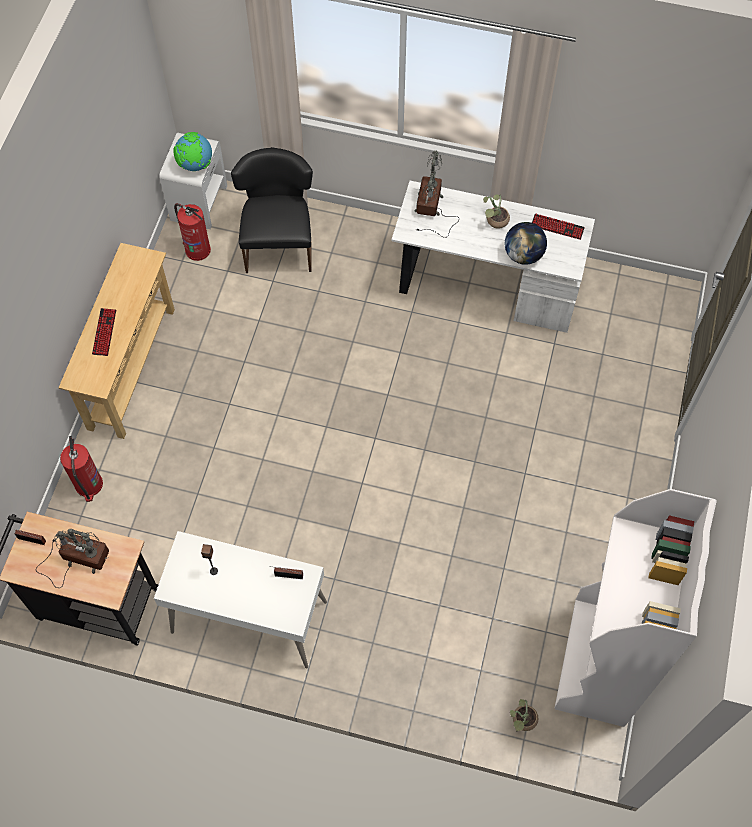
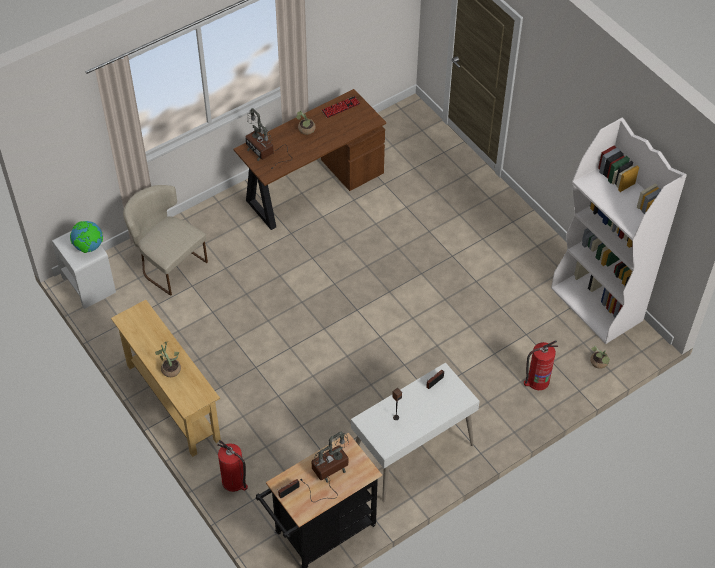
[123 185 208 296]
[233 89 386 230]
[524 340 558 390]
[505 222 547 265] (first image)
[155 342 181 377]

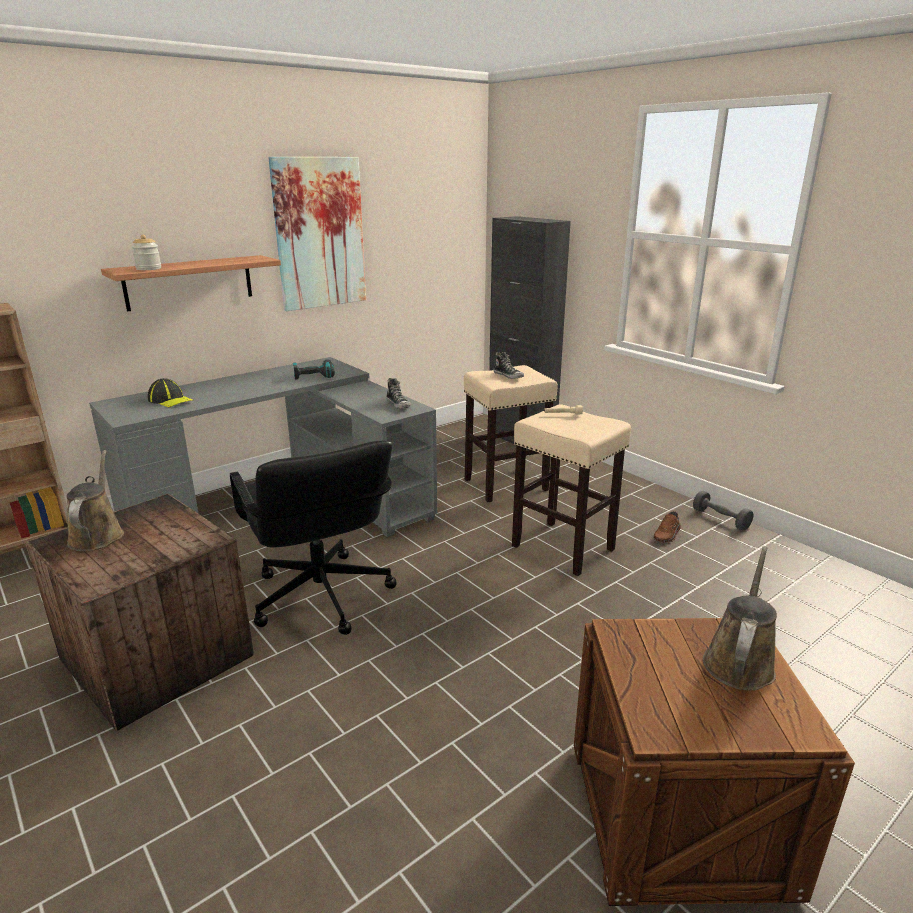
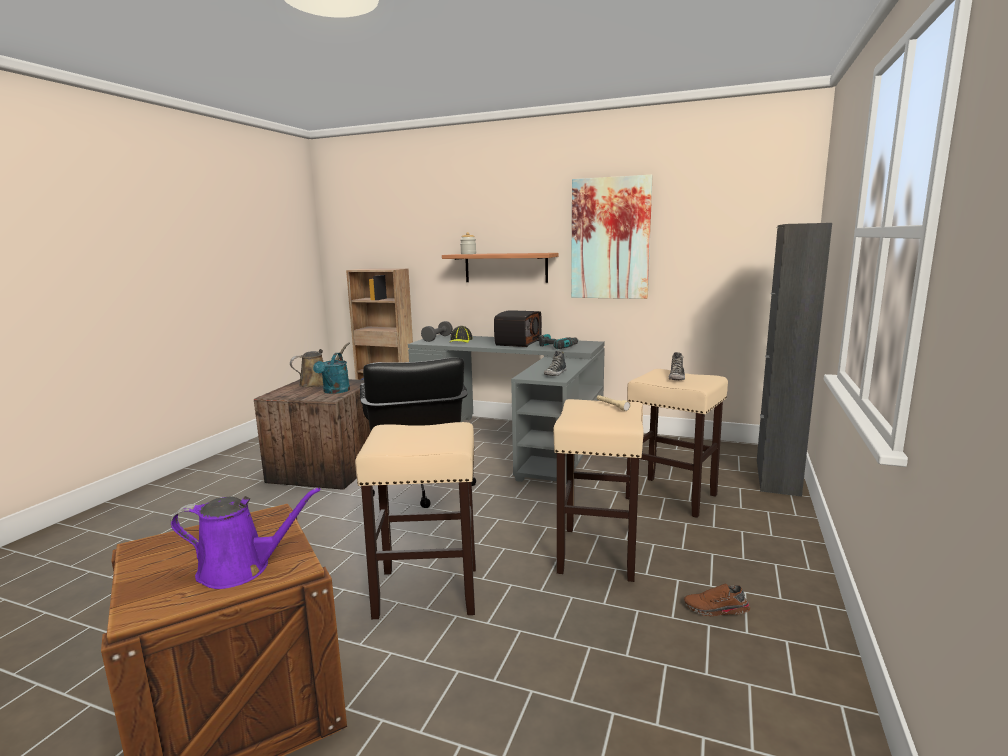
[360 357 476 508]
[421 321 453 342]
[170 488 321 589]
[494 310 542 347]
[313 353 350 394]
[355 422 476 619]

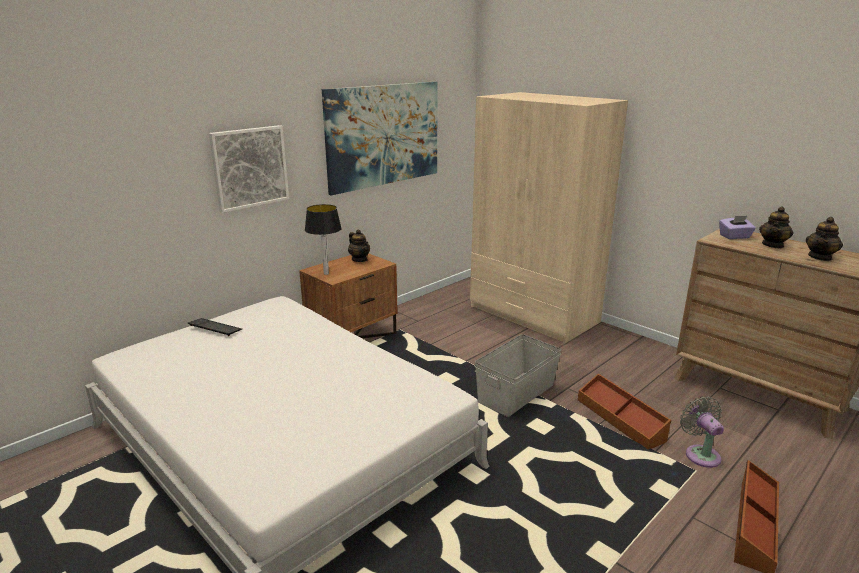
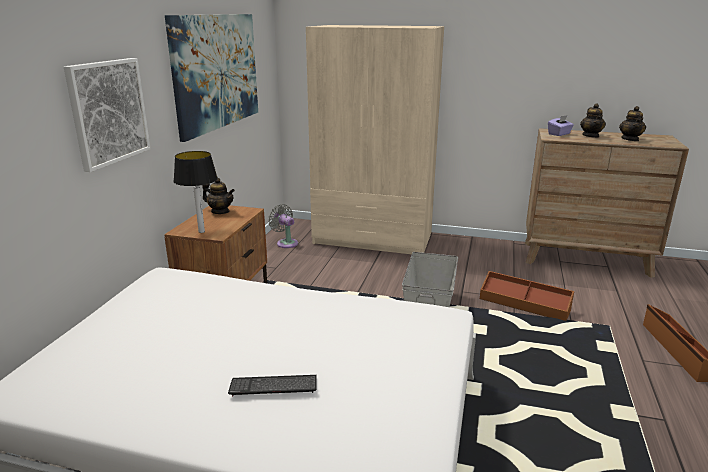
[228 375 316 396]
[268 204 298 248]

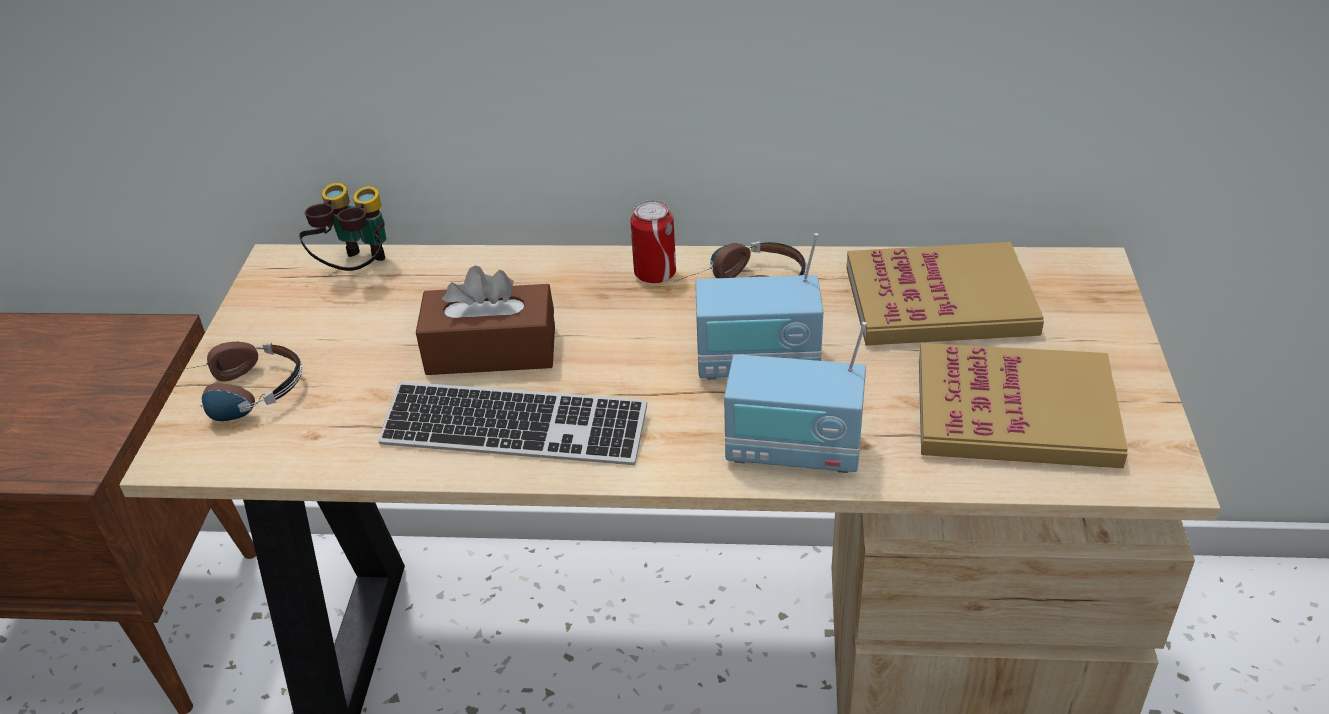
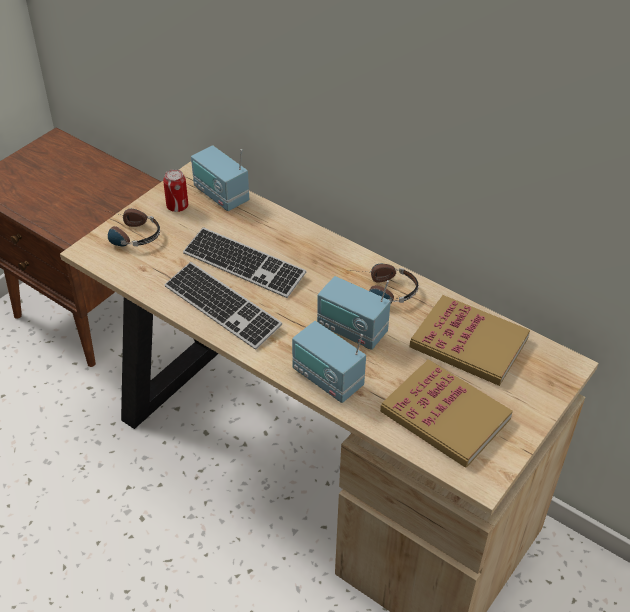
[191 146 249 211]
[163 169 188 212]
[183 227 306 298]

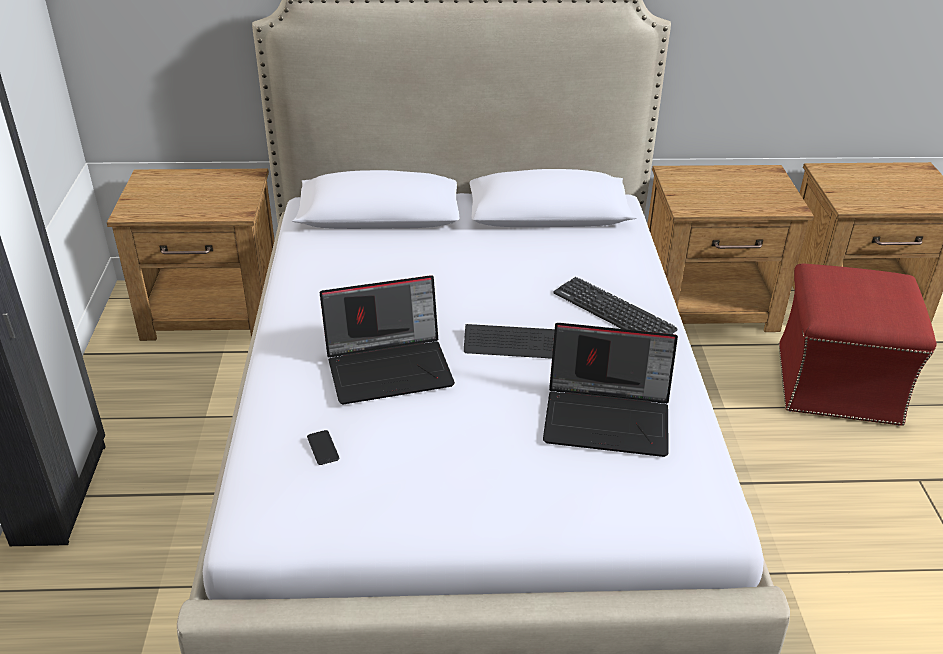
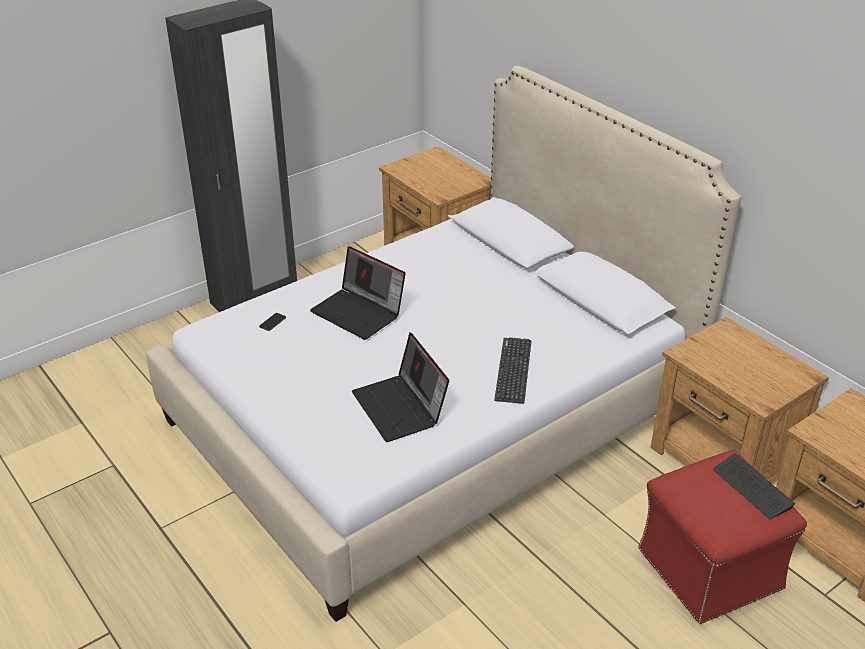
[713 454 795 519]

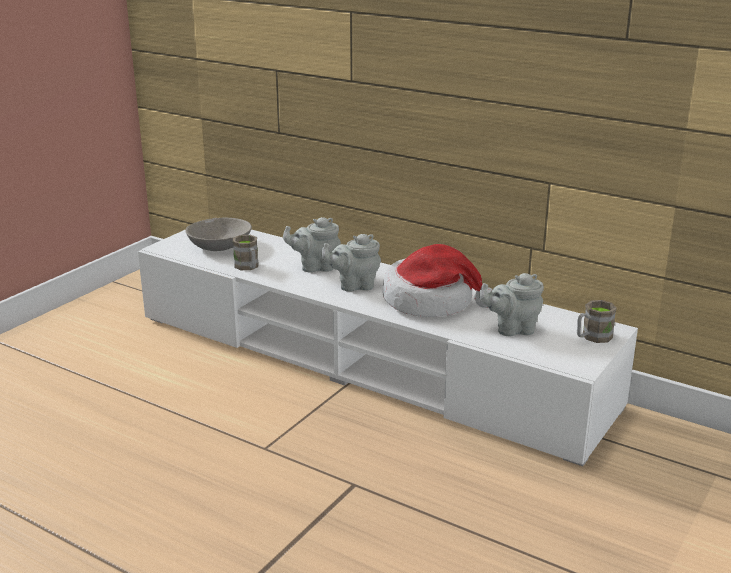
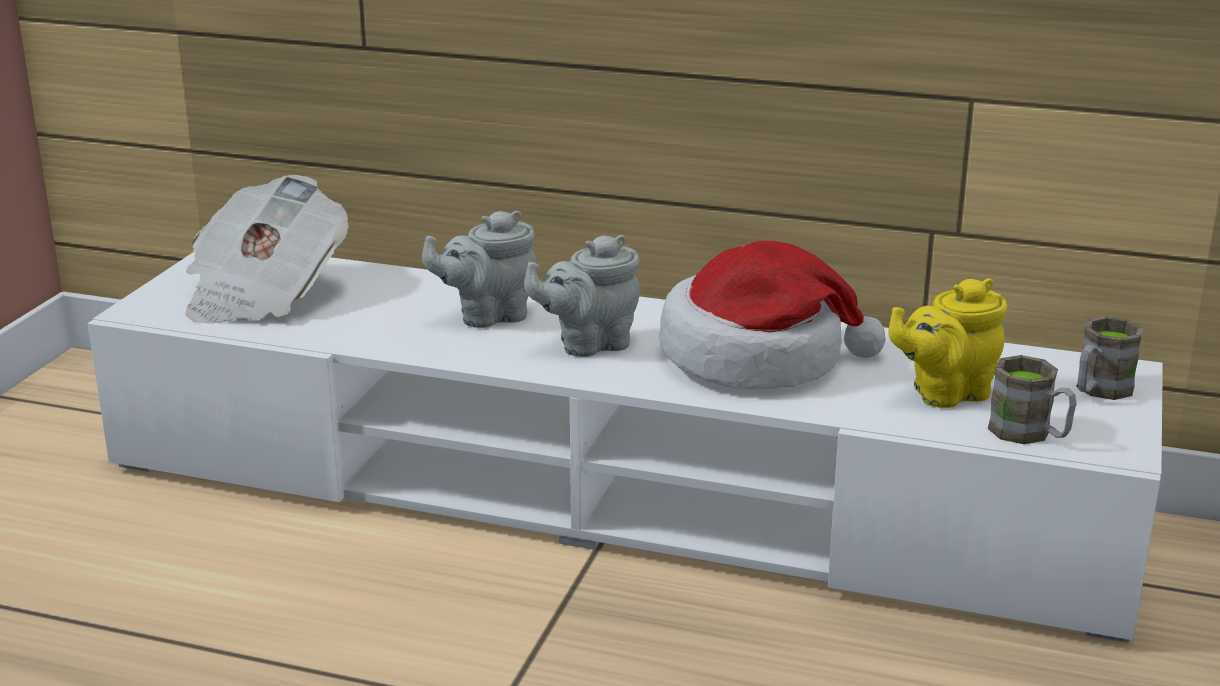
[185 175 349 324]
[988 355 1077 444]
[888 278 1007 408]

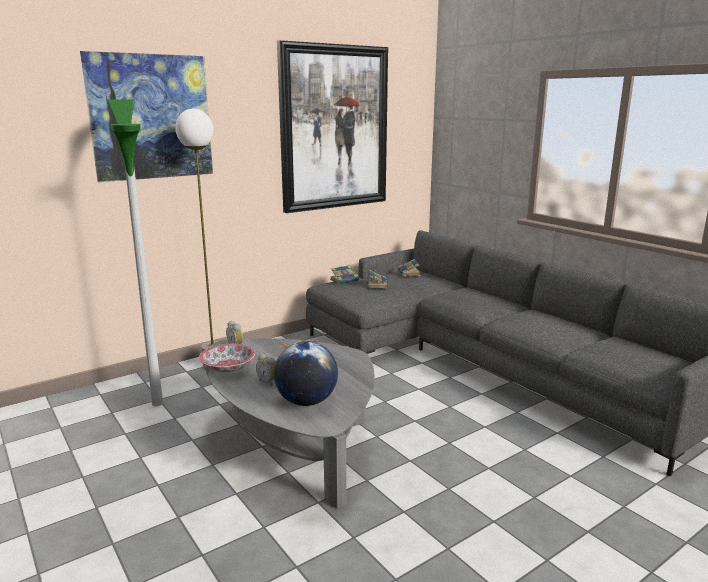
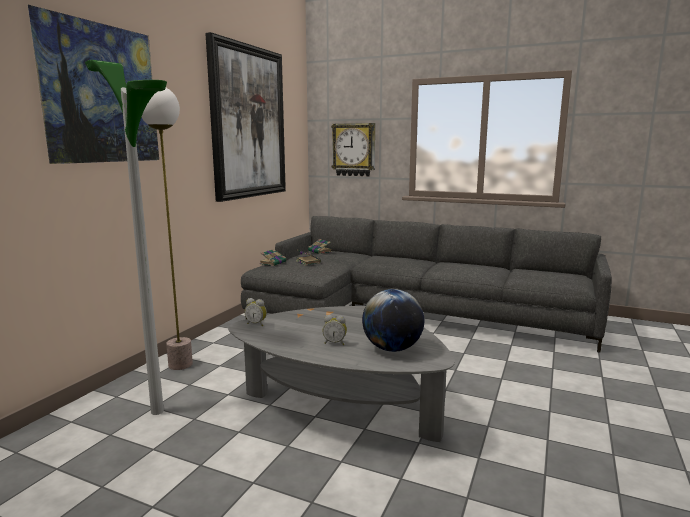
[199 344 255 372] (first image)
[331 123 375 176]

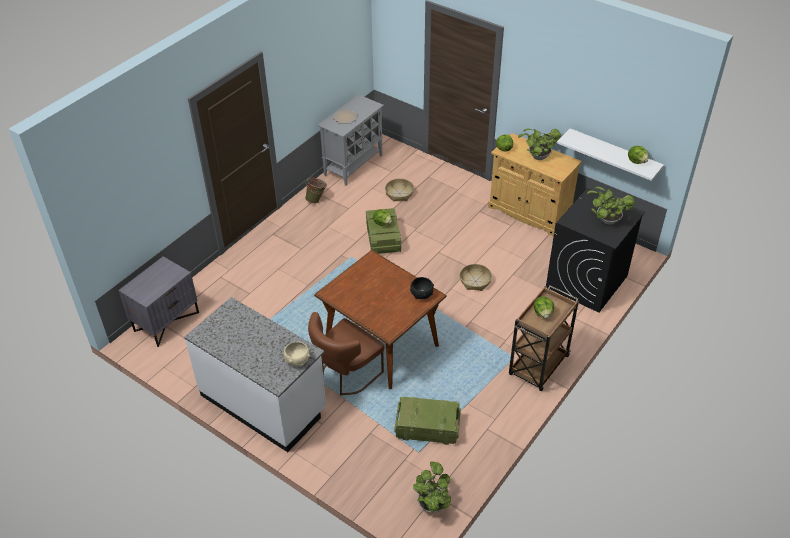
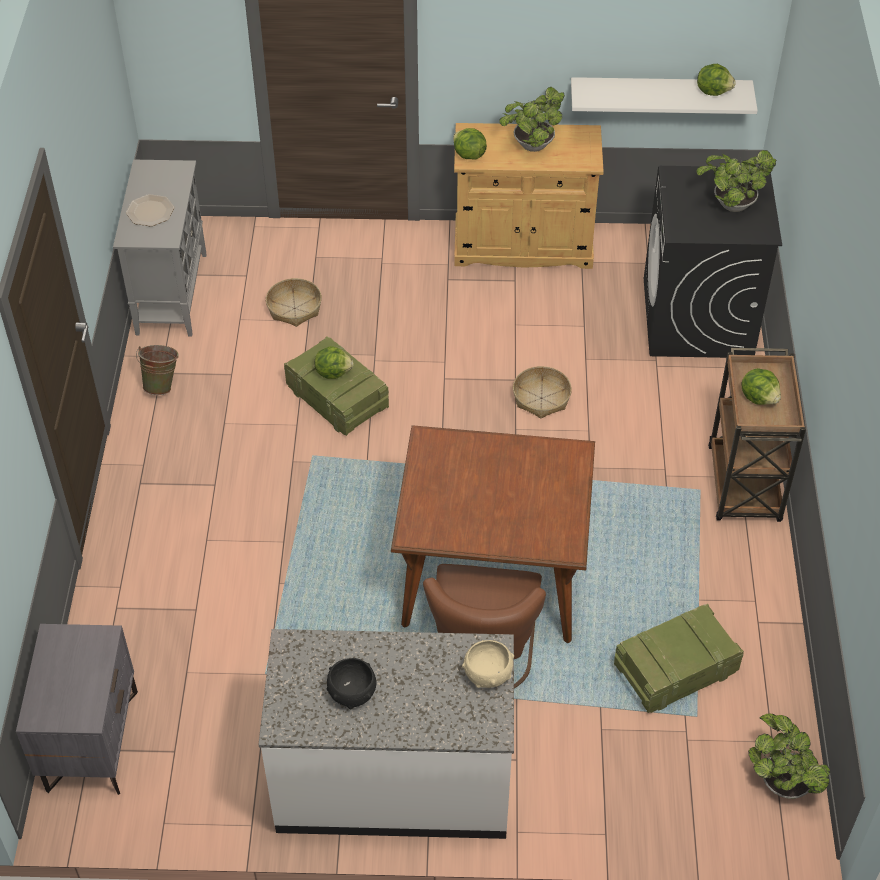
[327 658 377 709]

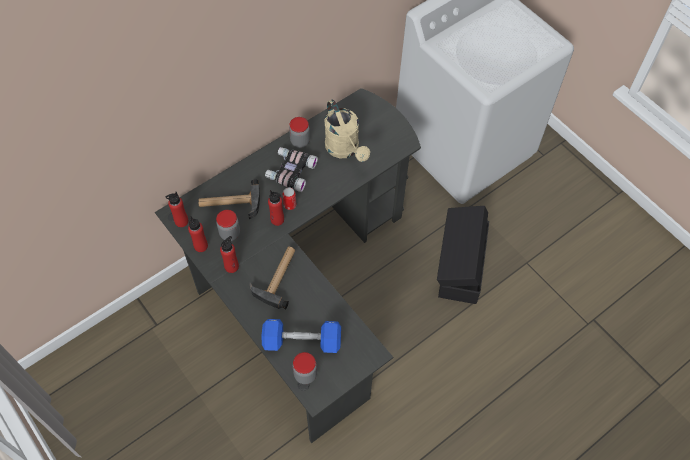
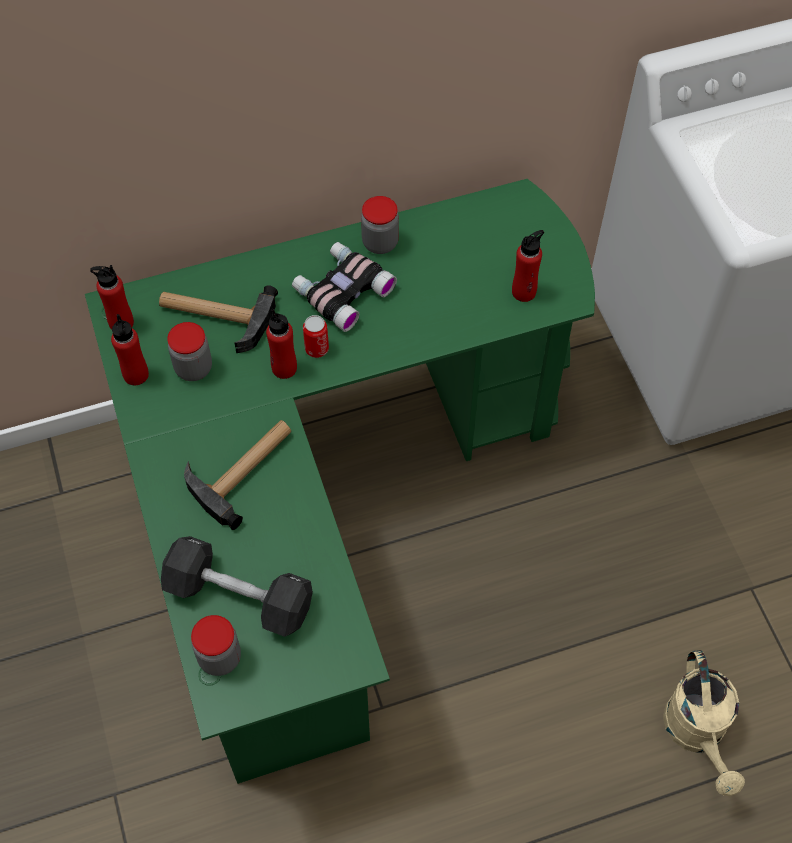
[85 179 595 784]
[663 650 745 796]
[437 206 489 304] (first image)
[512 230 544 302]
[161 536 313 637]

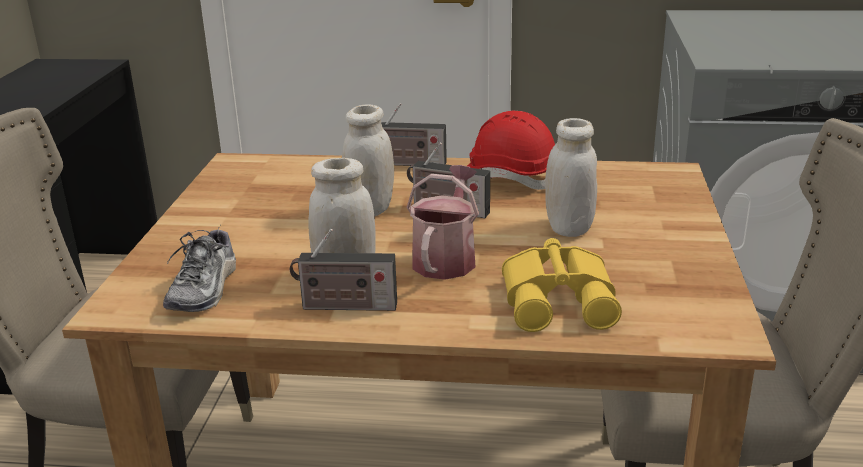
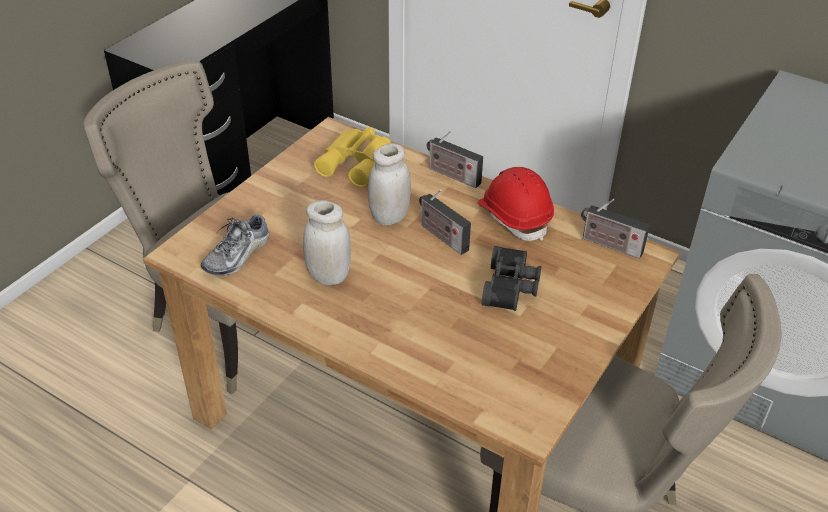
[482 246 541 311]
[406 165 479 280] (first image)
[581 199 650 259]
[314 127 391 187]

